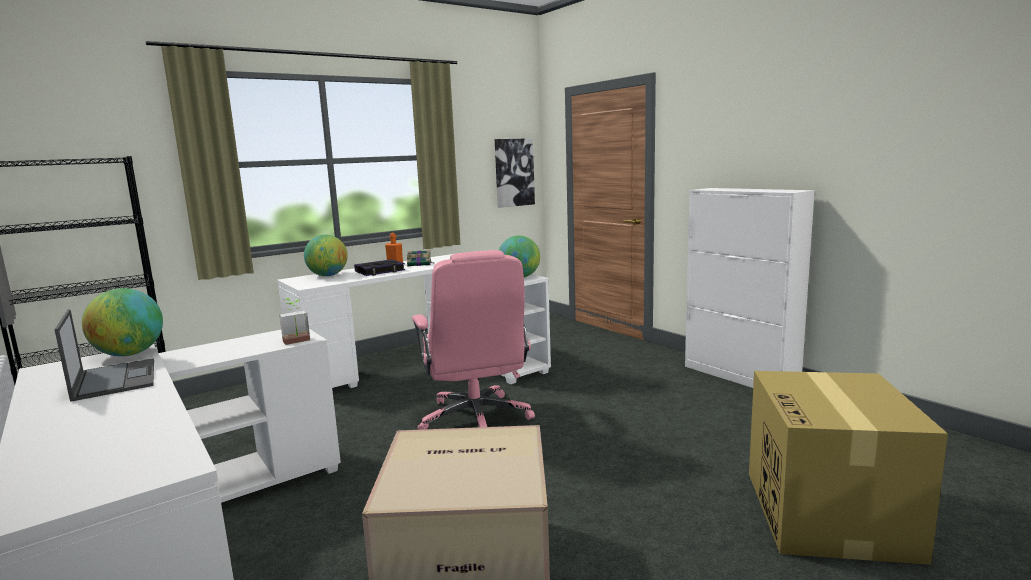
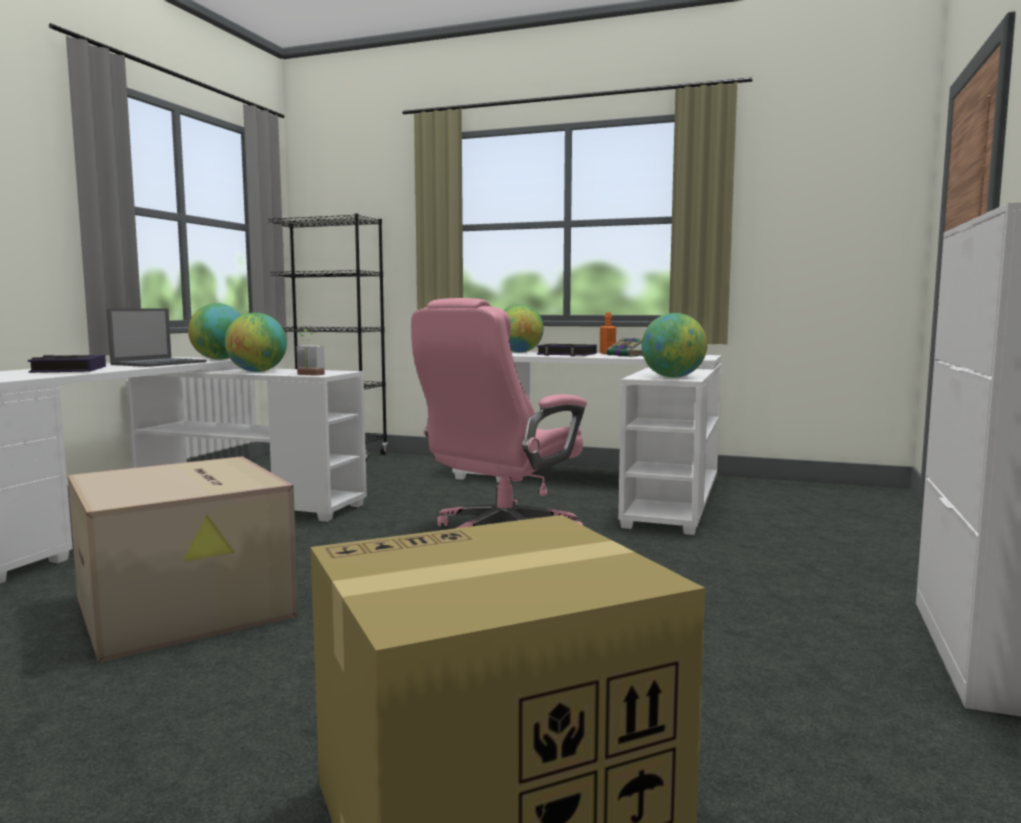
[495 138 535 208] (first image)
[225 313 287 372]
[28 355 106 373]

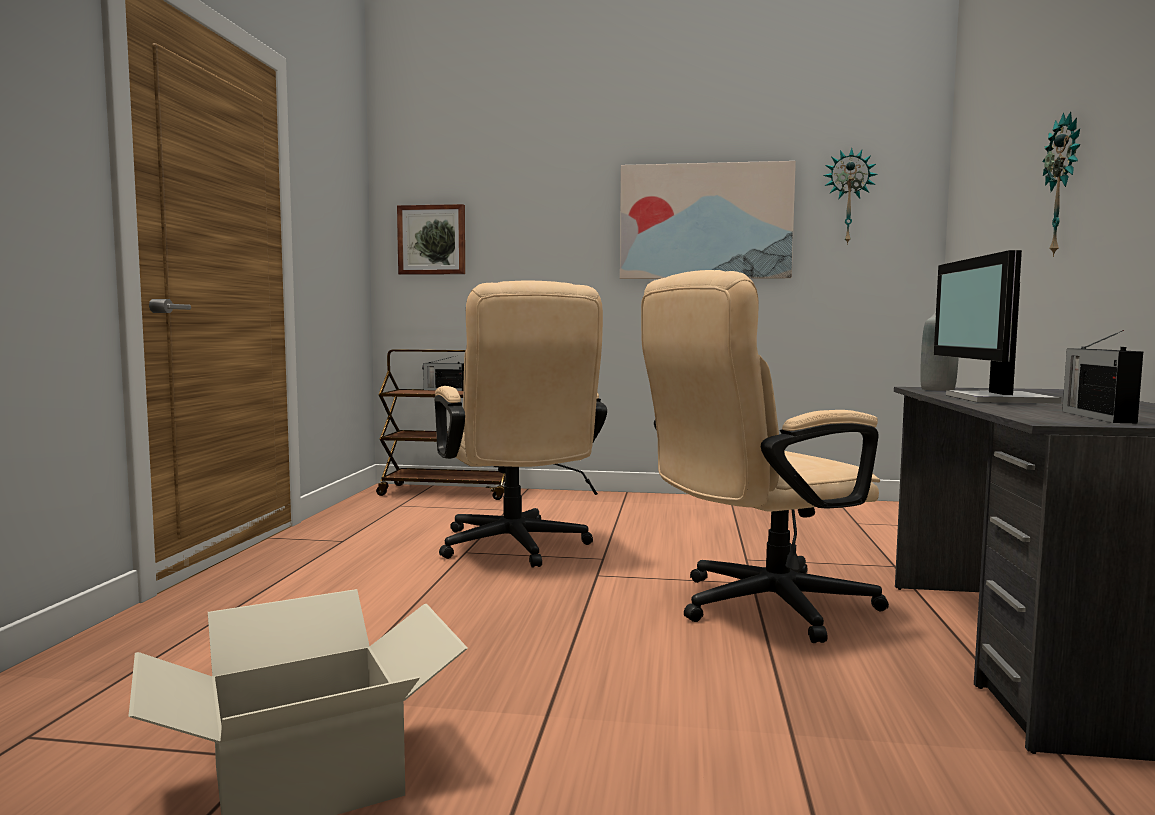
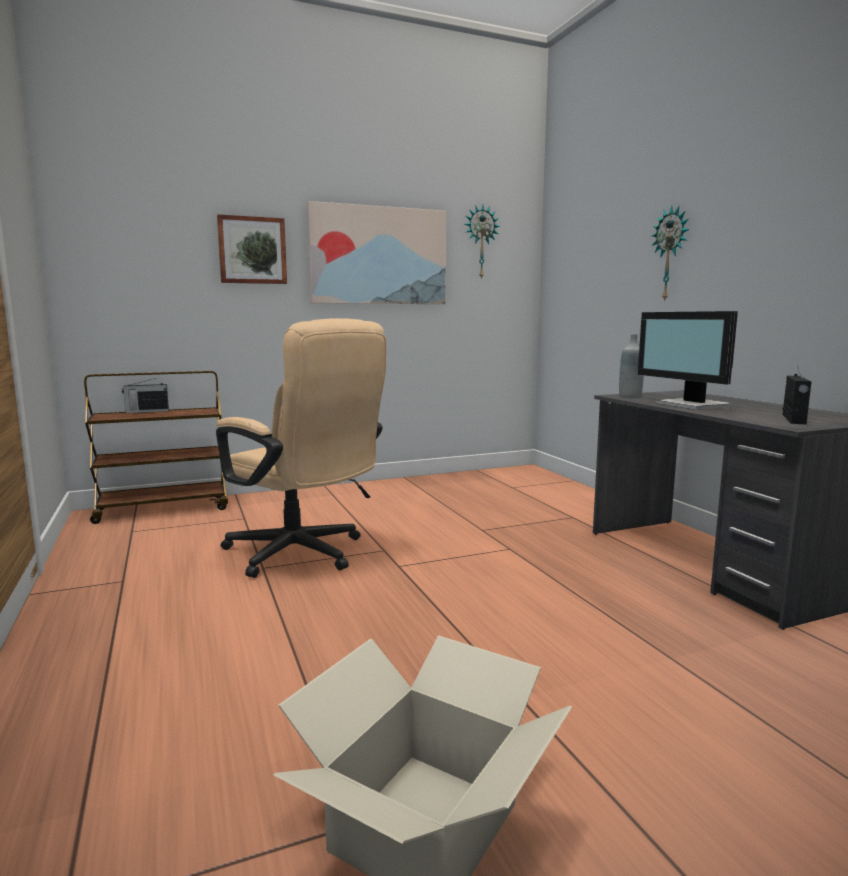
[217 214 287 284]
[641 270 889 643] (first image)
[783 365 812 425]

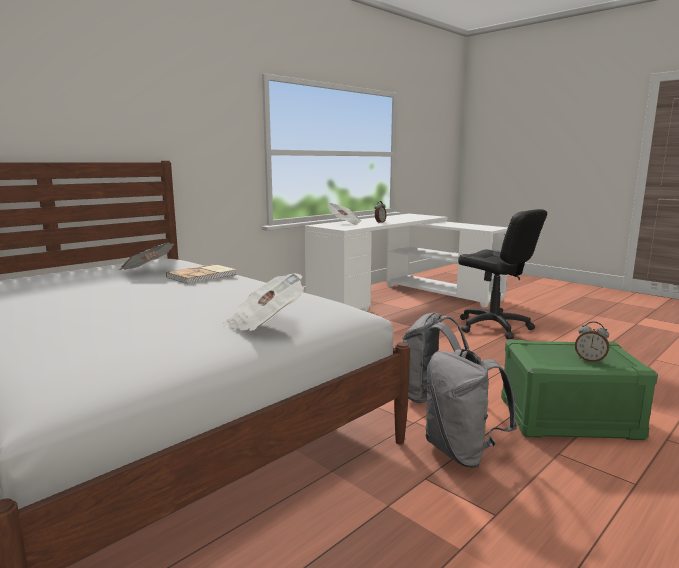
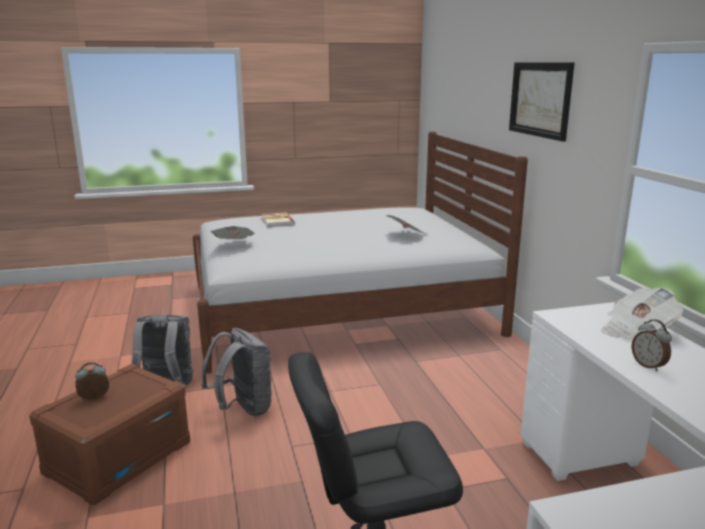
[261 212 295 227]
[29 364 190 506]
[509 62 574 142]

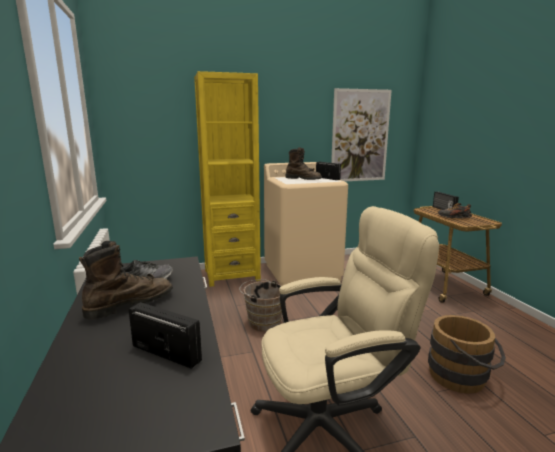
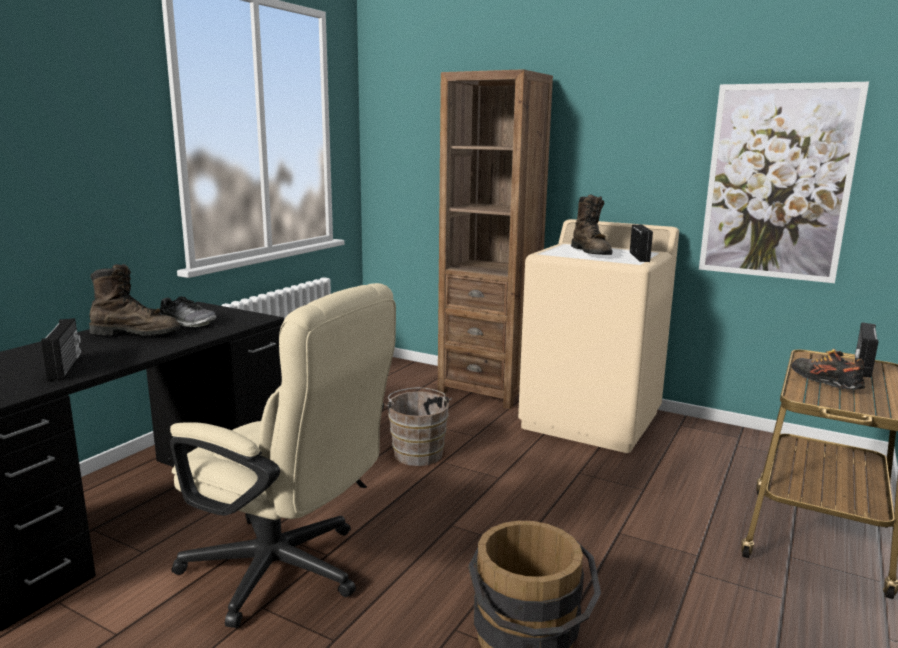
[438 69 553 409]

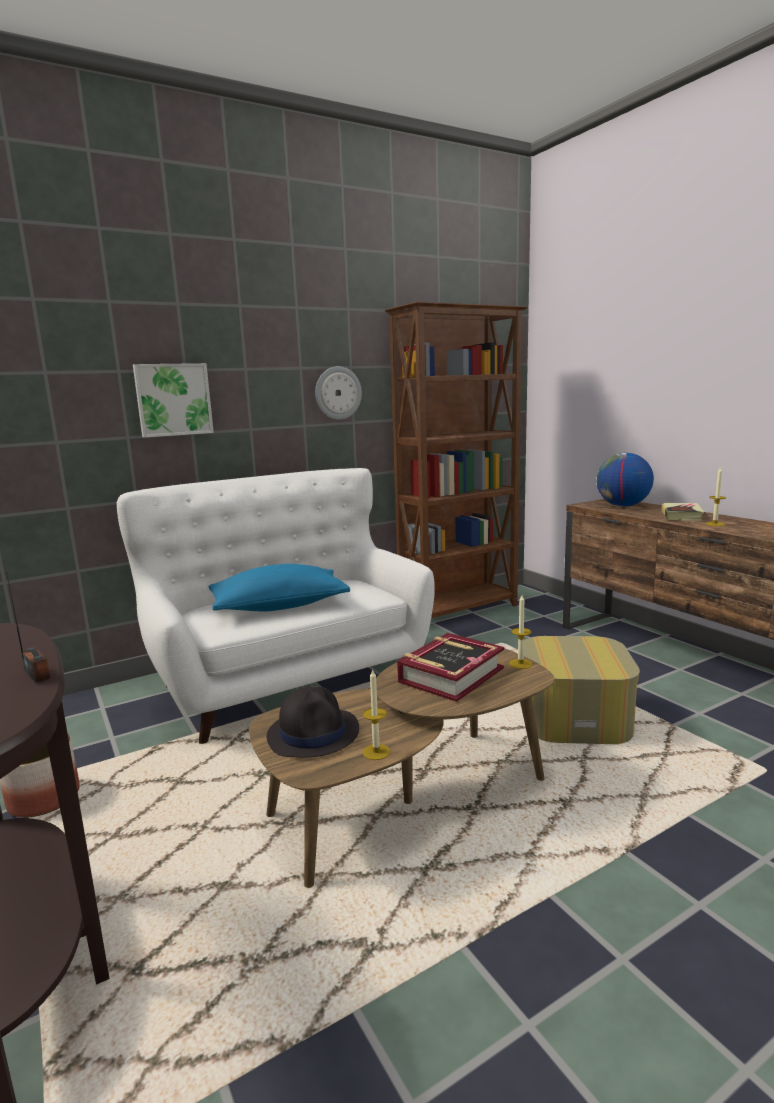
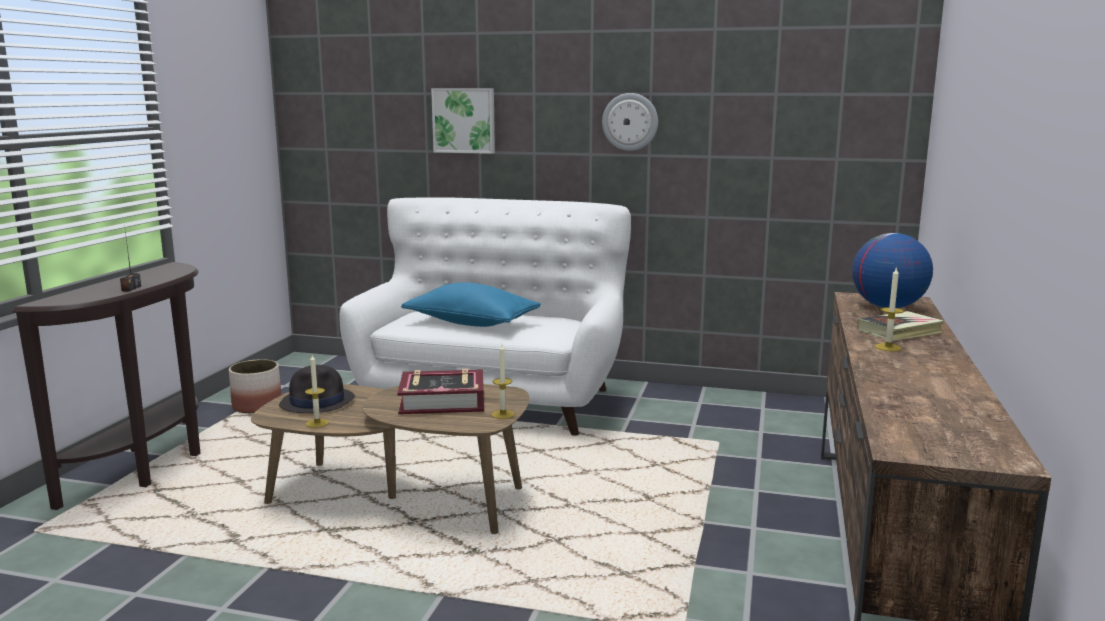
[385 302 528 618] (first image)
[524 636 640 744] (first image)

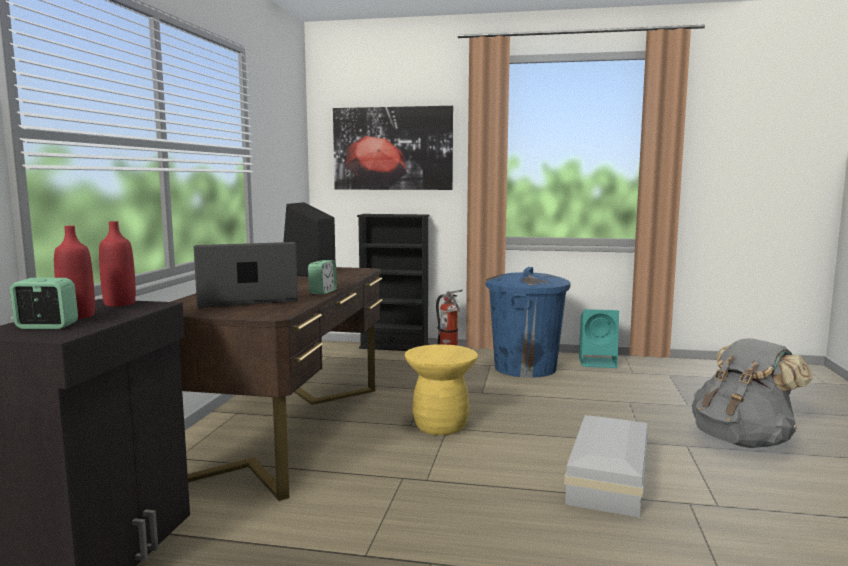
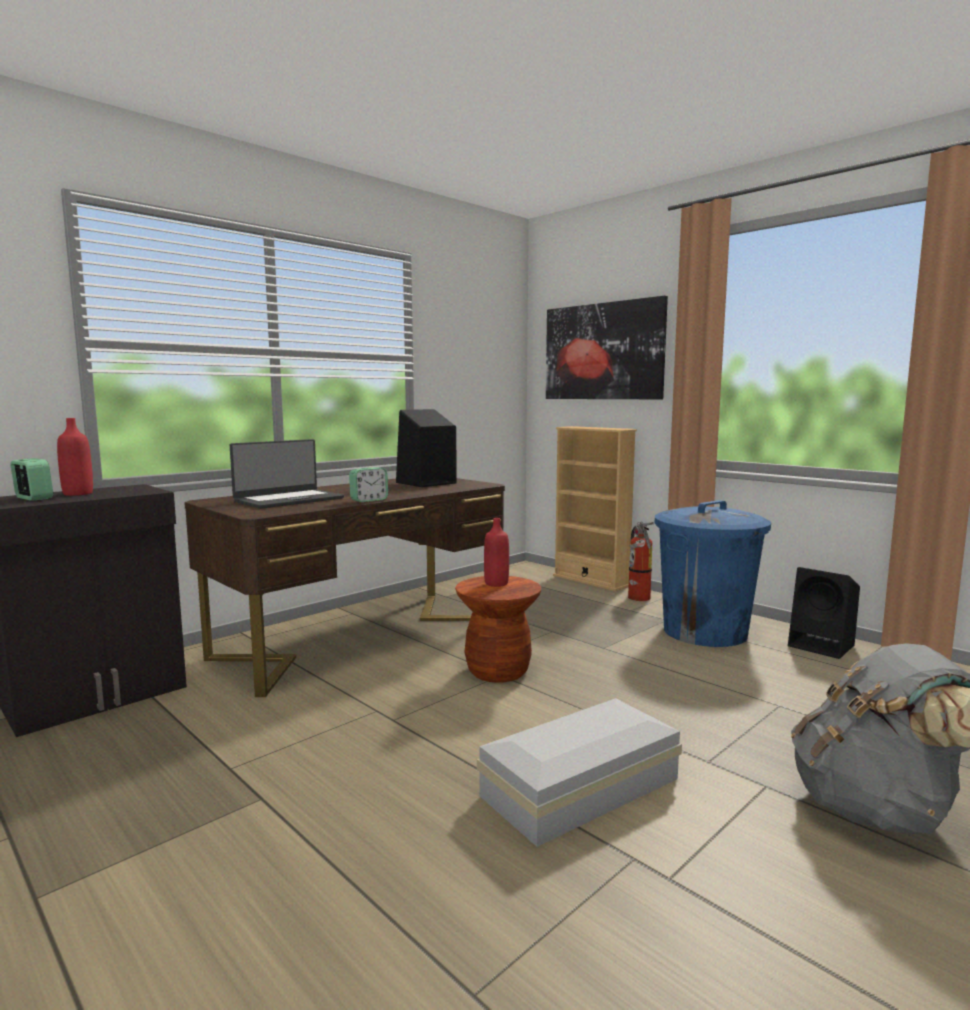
[553 426 637 591]
[484 518 509 587]
[230 439 344 509]
[788 567 860 659]
[455 576 541 683]

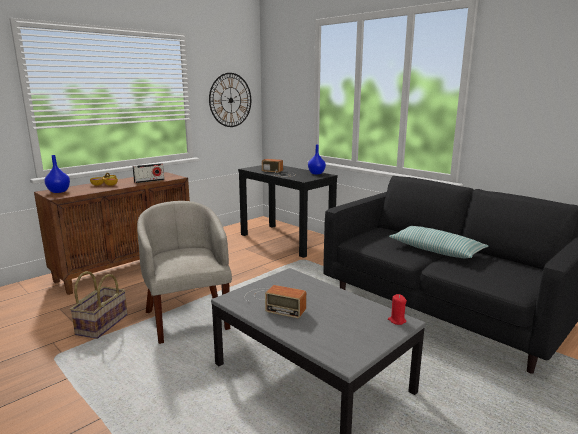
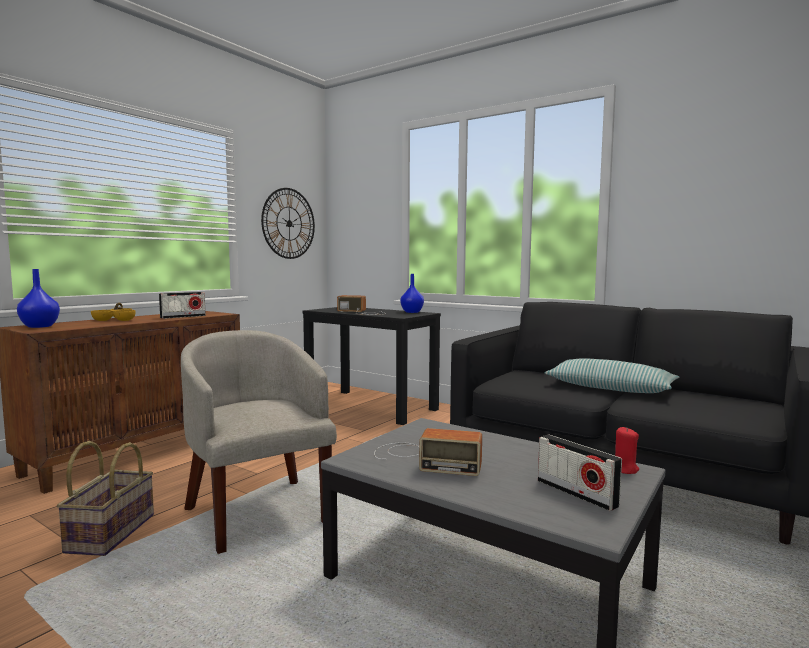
[538 435 622 511]

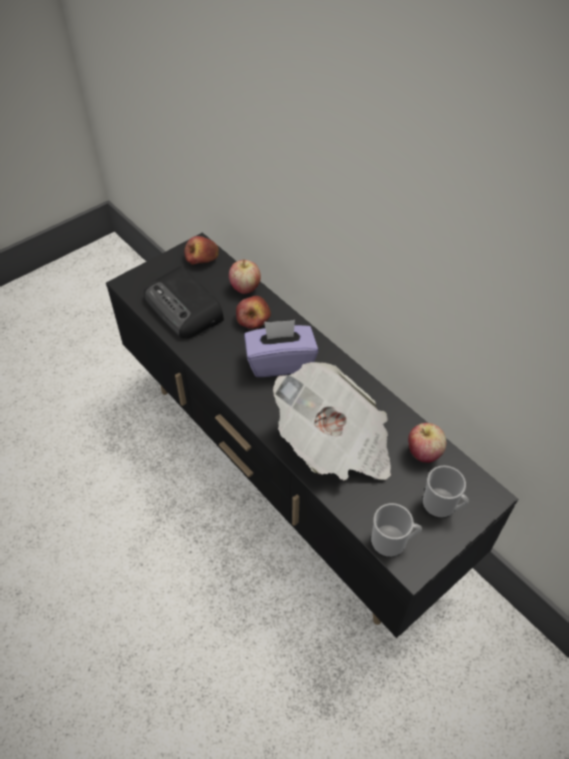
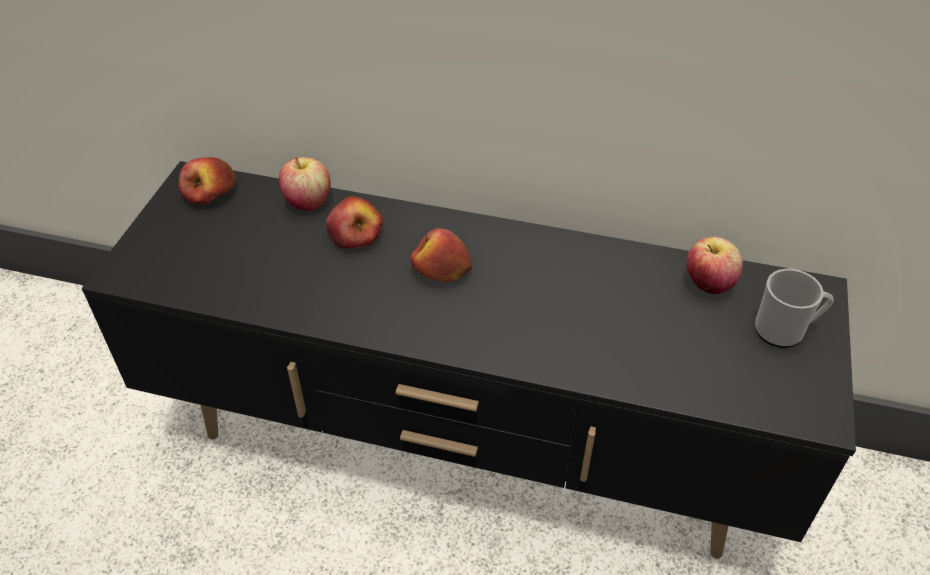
[144 266 224 339] (first image)
[410 228 472 282]
[273 362 391 480] (first image)
[371 503 422 557] (first image)

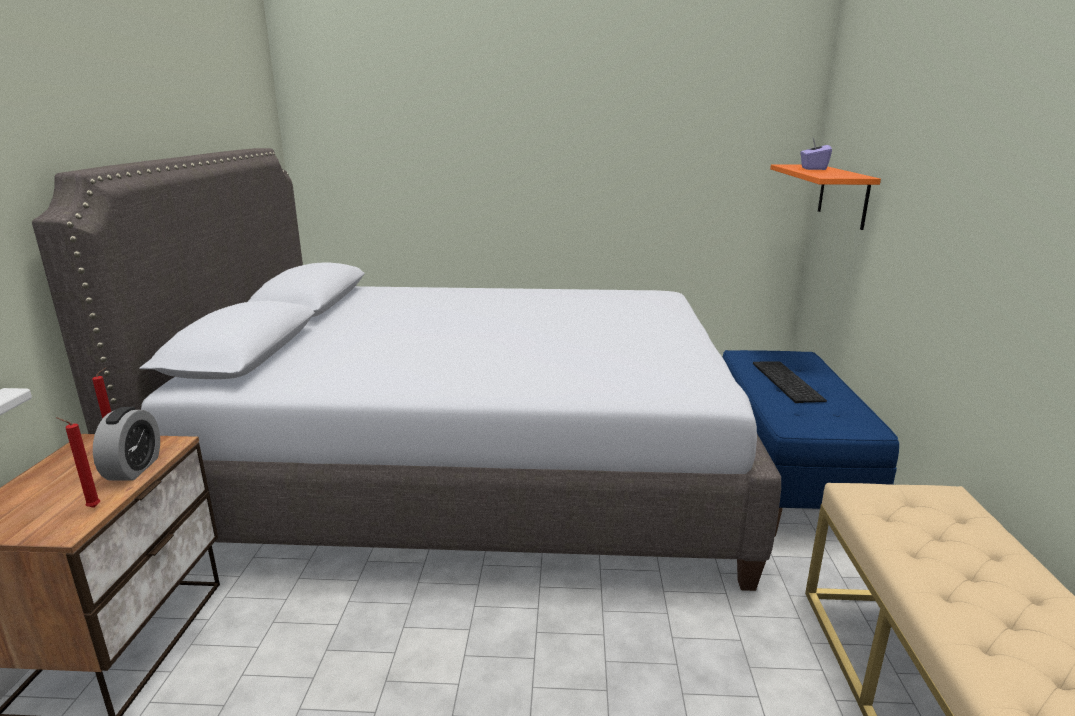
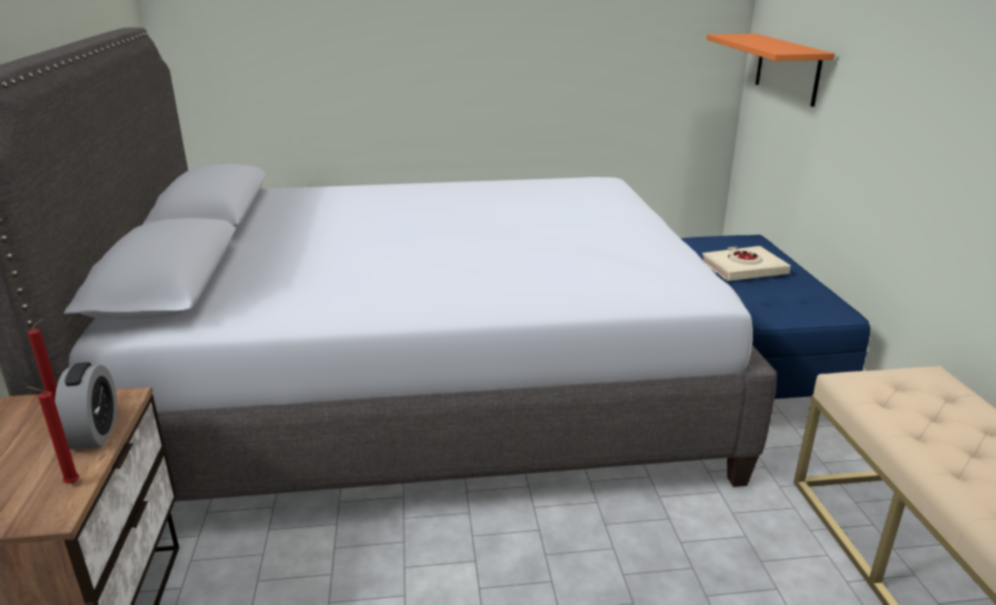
[800 137 832 170] (first image)
[702 246 791 281]

